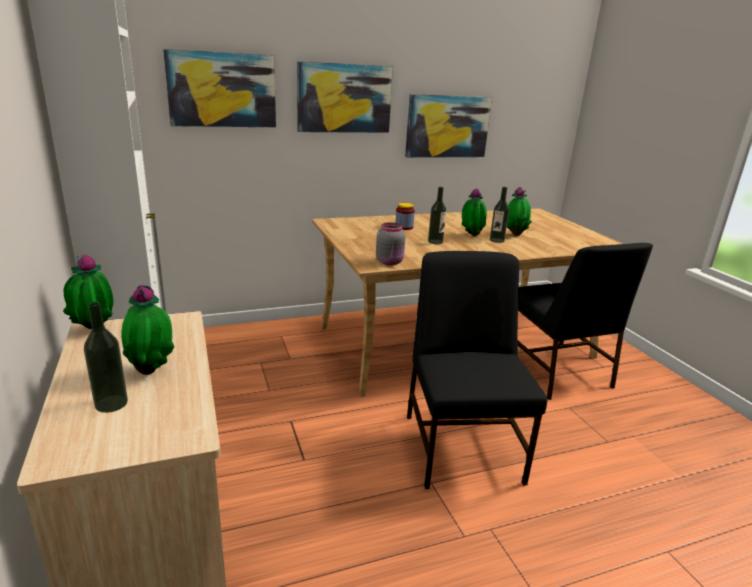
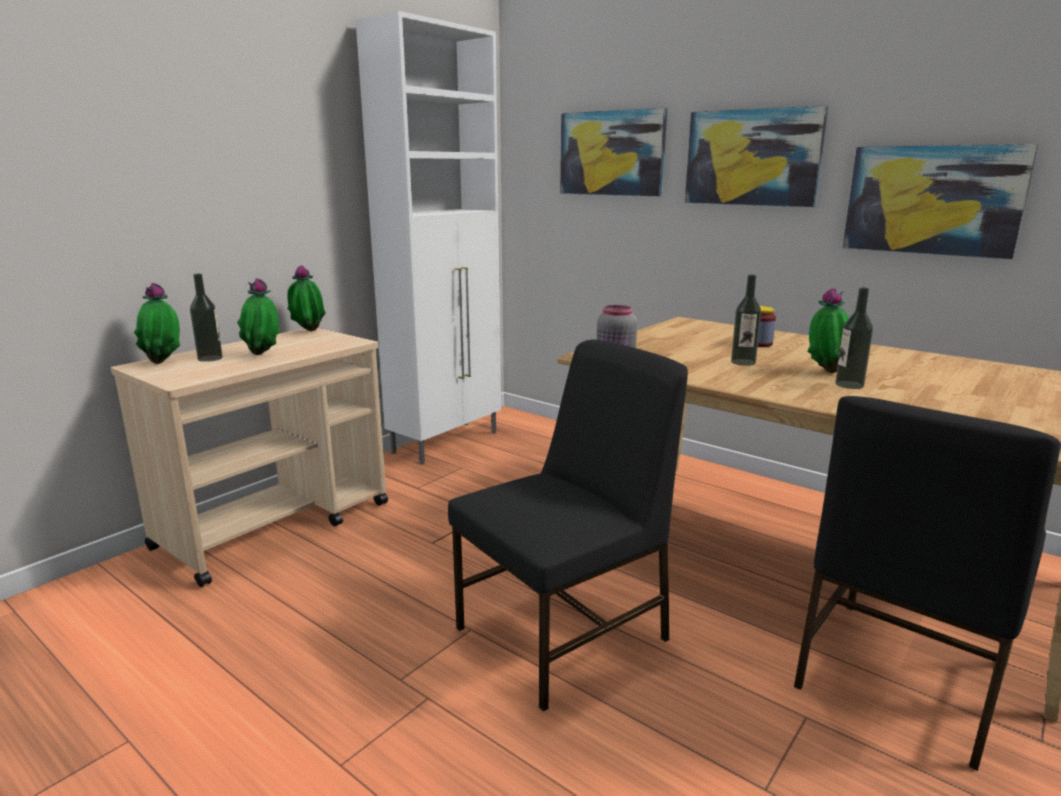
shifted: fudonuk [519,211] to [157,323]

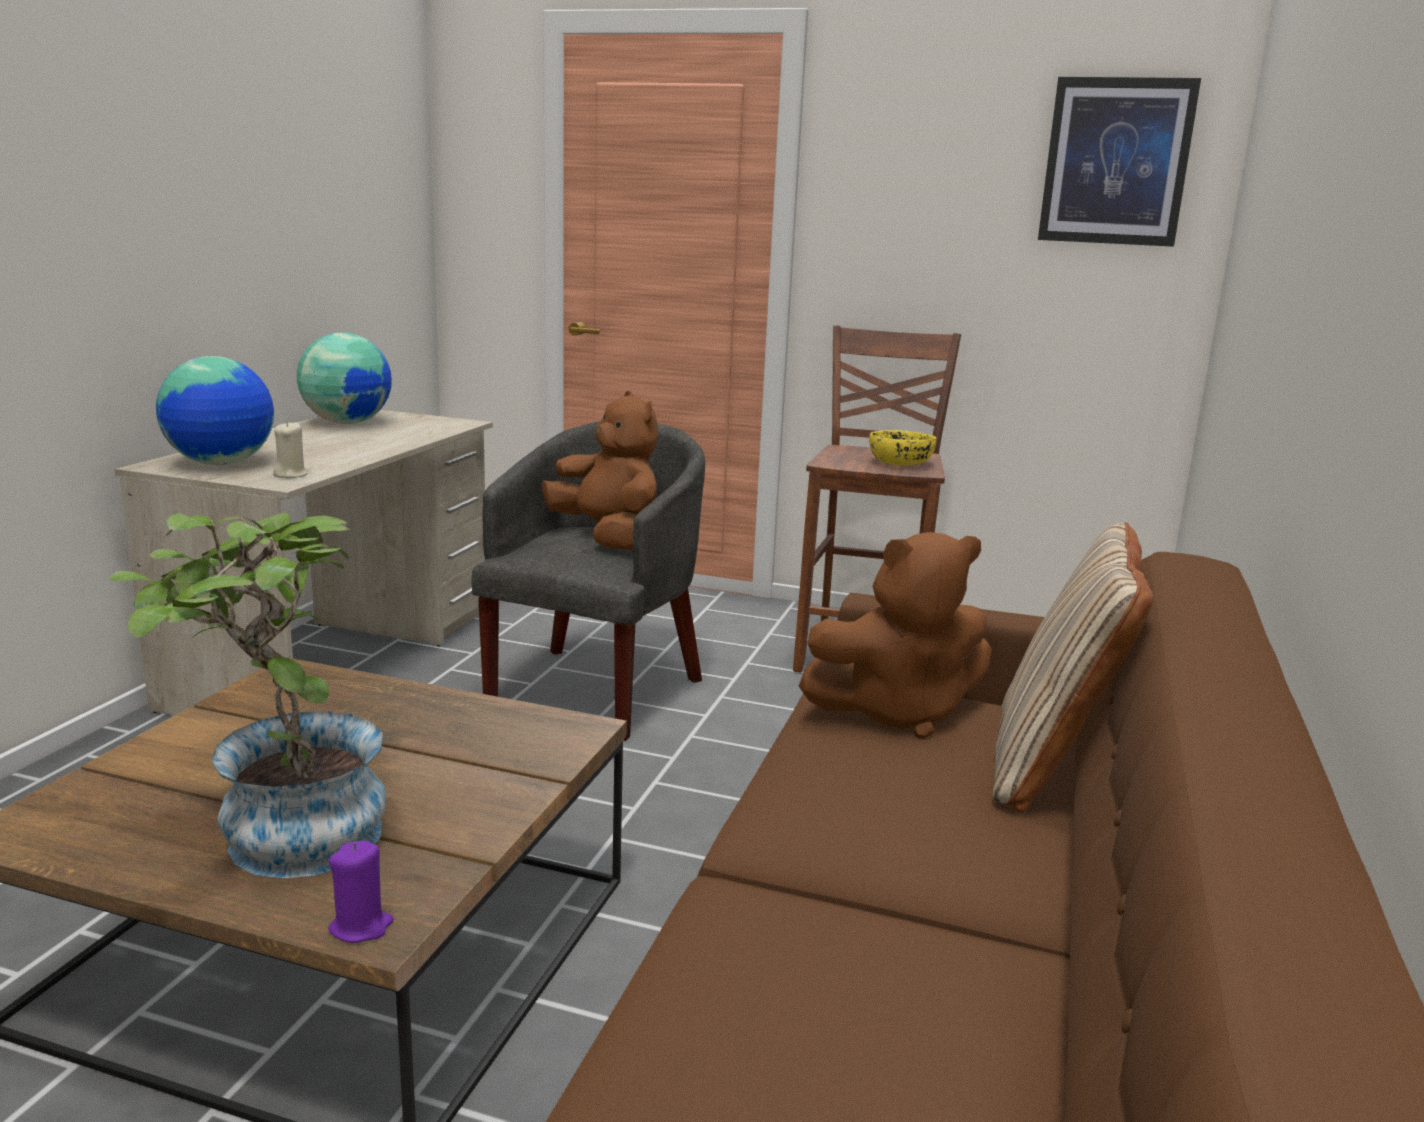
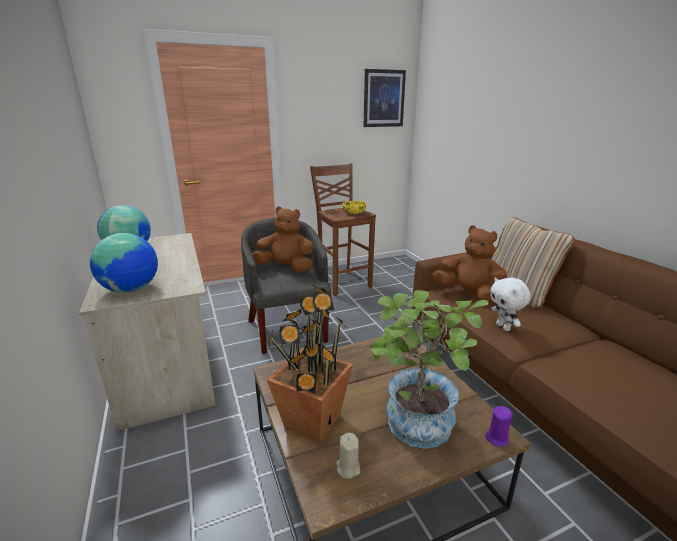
new: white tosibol [510,304]; fudonuk [310,364]
shifted: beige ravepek [290,449] to [348,456]
rotated: brown tosibol [895,635] = [469,264] 90 degrees counterclockwise

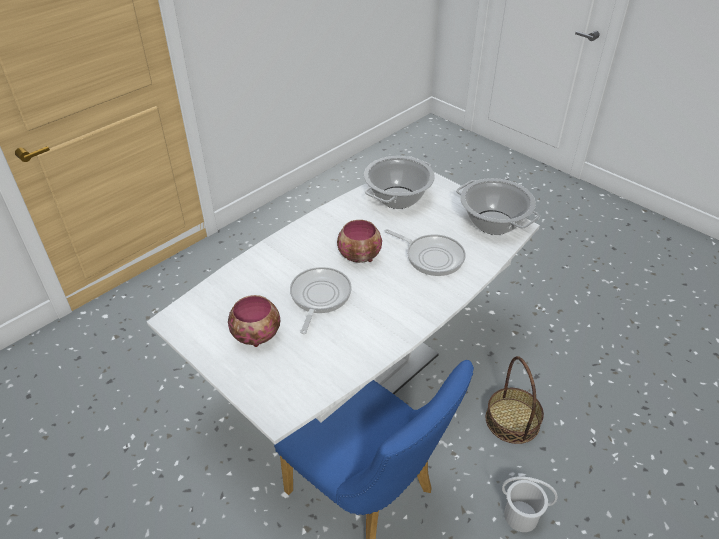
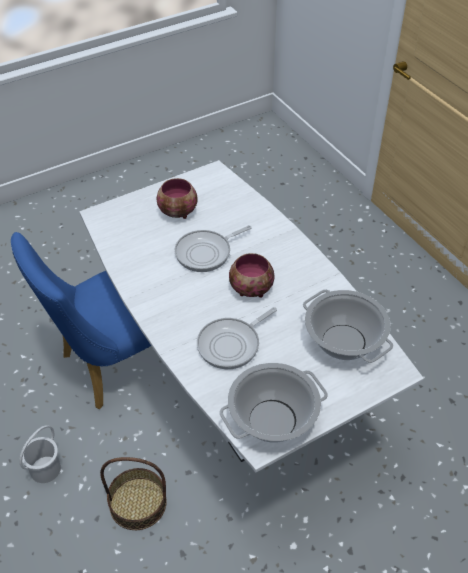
rotated: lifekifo [321,300] = [213,248] 120 degrees clockwise

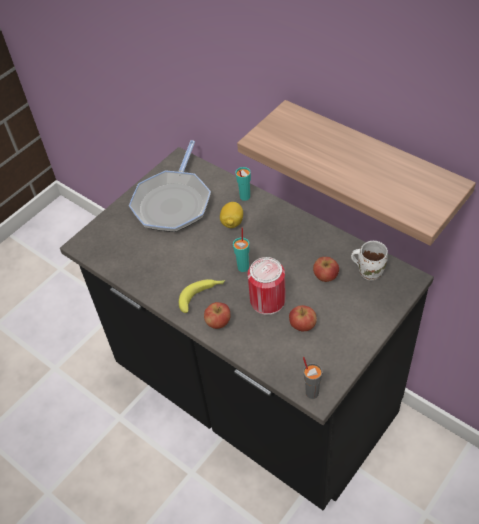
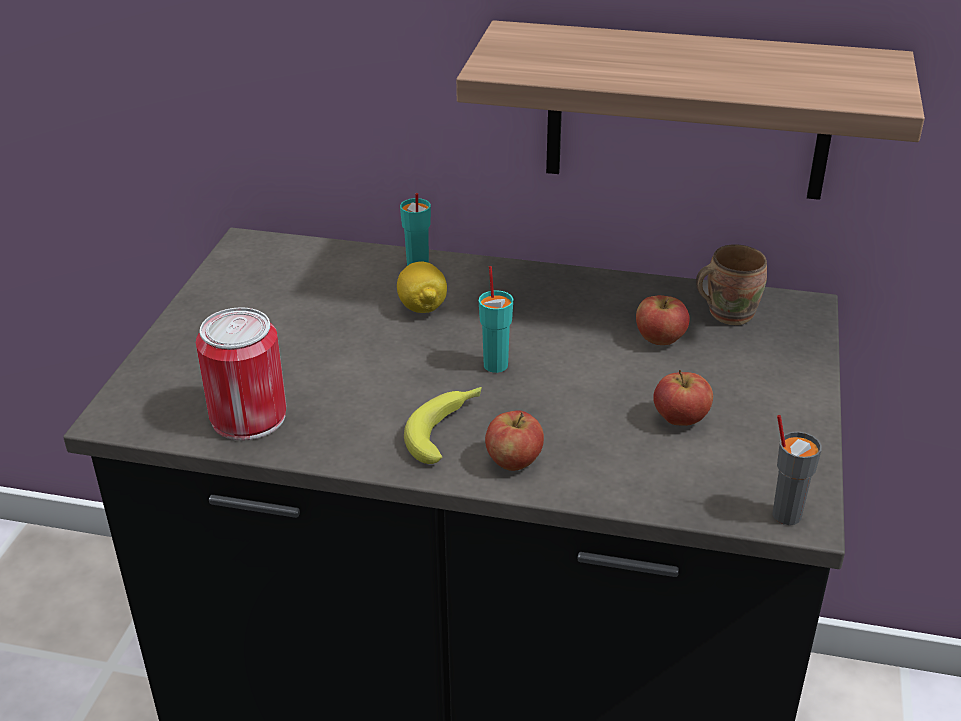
gone: lifekifo [170,186]
shifted: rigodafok [267,286] to [241,374]
repainted: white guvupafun [369,261] to brown guvupafun [731,285]

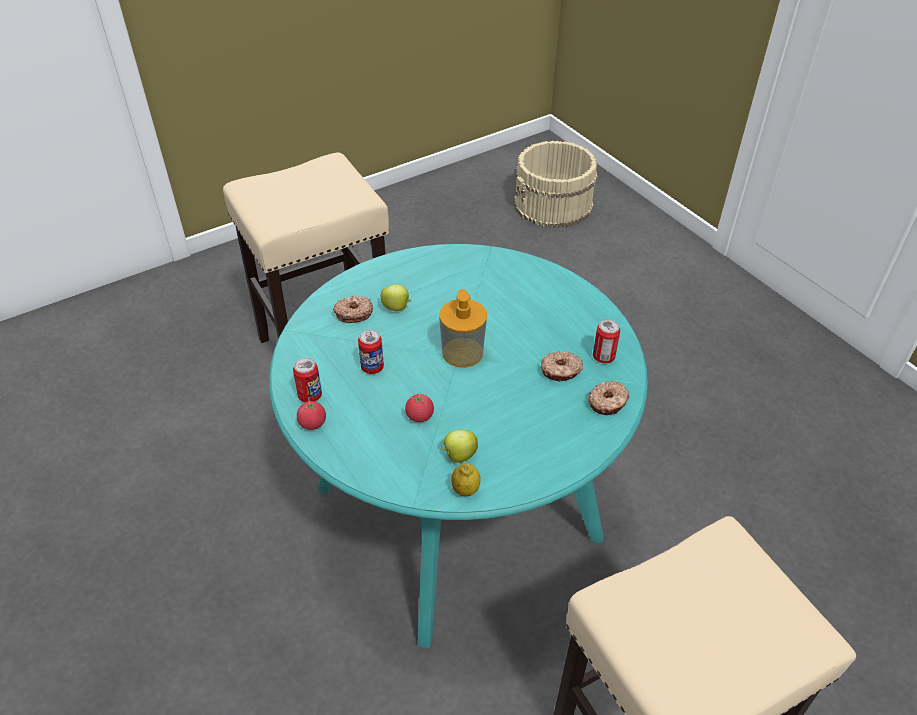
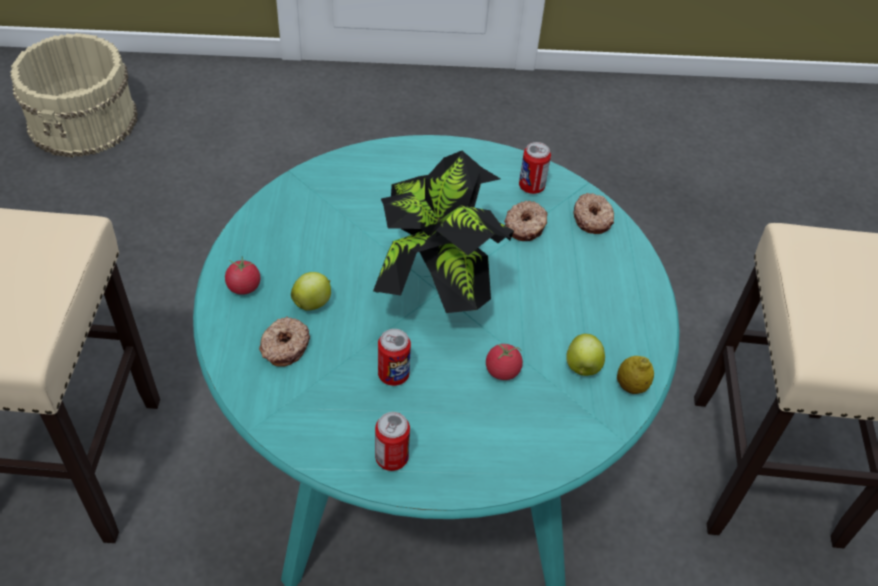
shifted: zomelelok [311,413] to [242,276]
swapped: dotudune [463,328] to fudonuk [443,232]

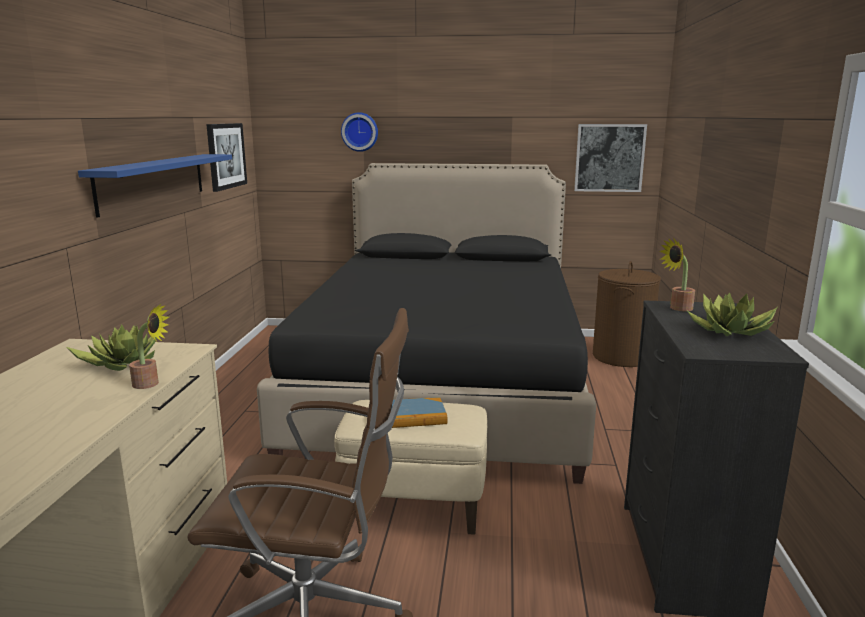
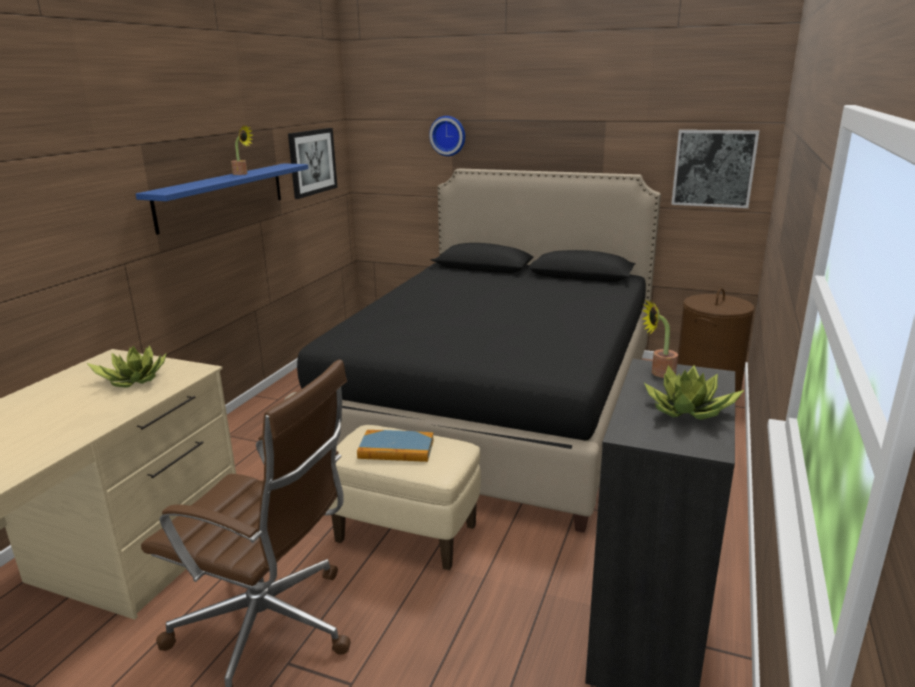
shifted: fudonuk [149,346] to [242,149]

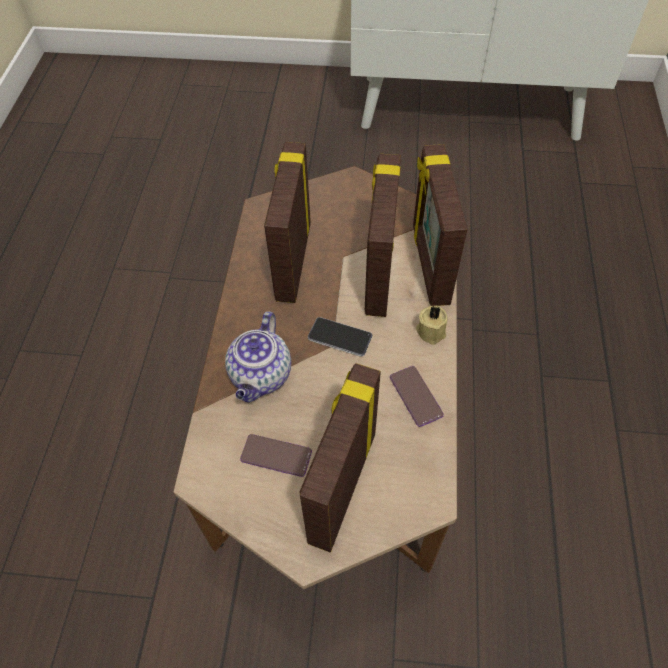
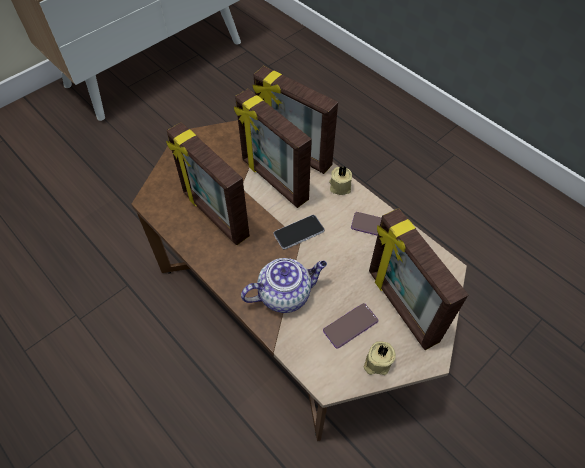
new: beige ravepek [380,358]
rotated: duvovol [258,357] = [284,285] 75 degrees counterclockwise

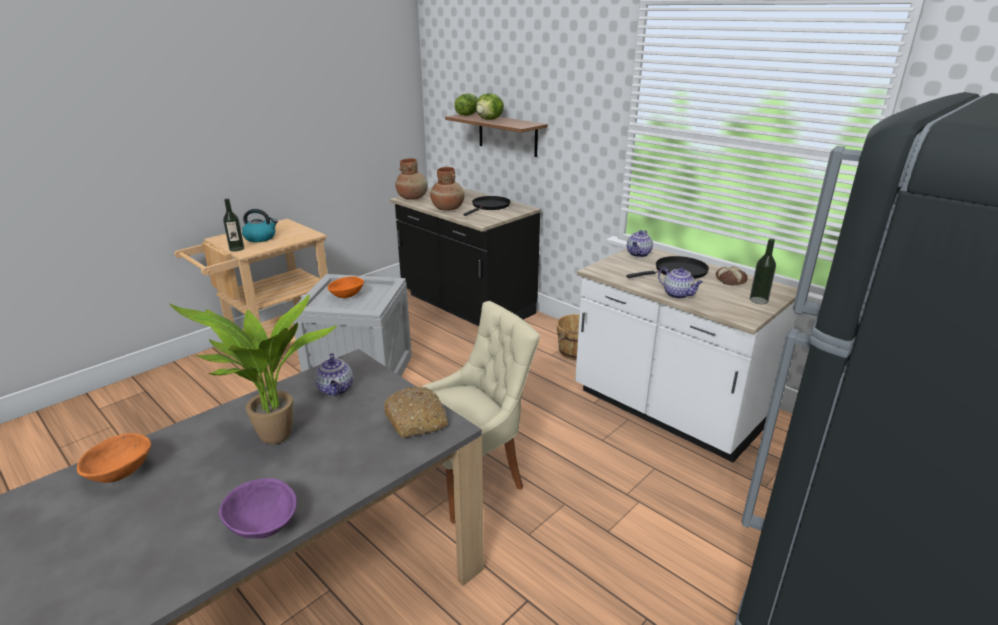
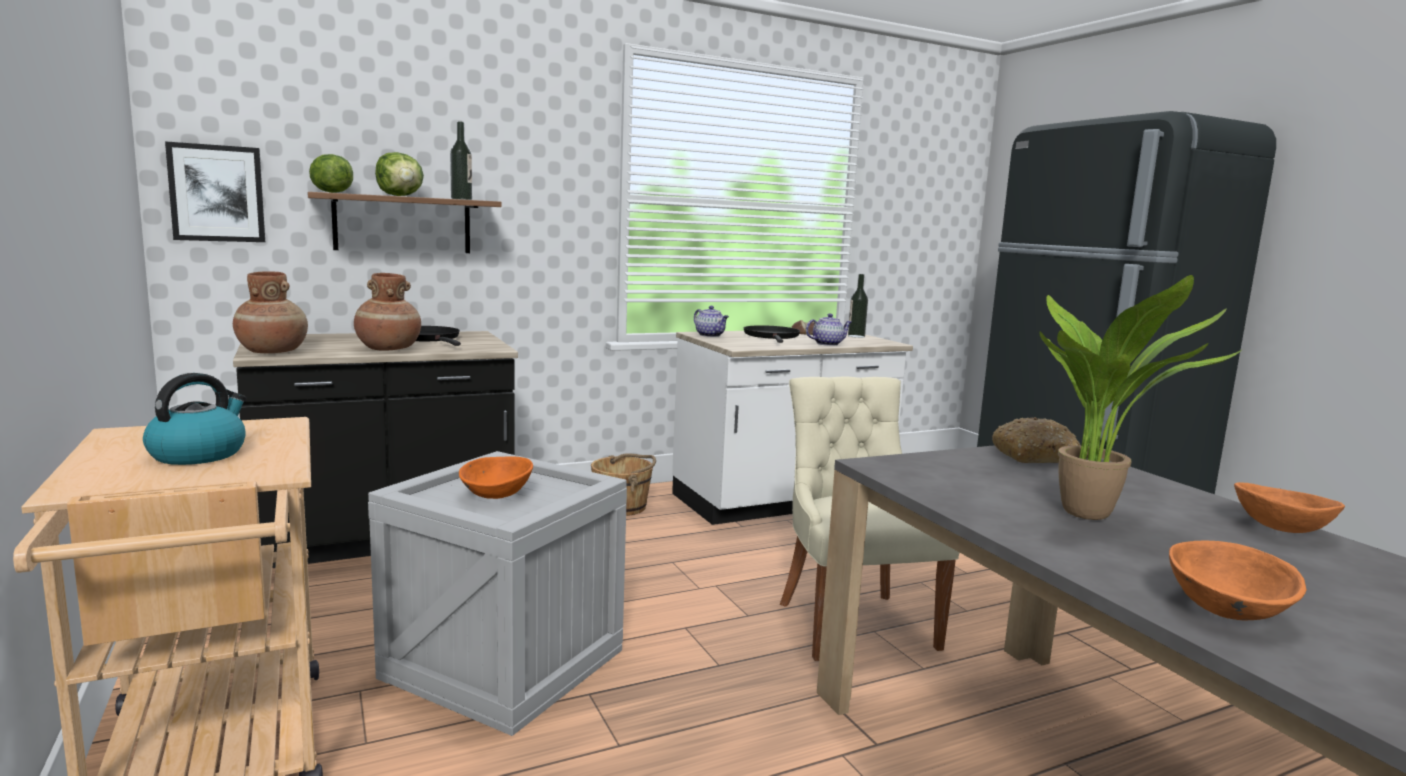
gone: duvovol [334,374]
new: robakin [215,191]
shifted: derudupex [233,225] to [461,160]
repainted: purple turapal [258,508] to orange turapal [1289,507]

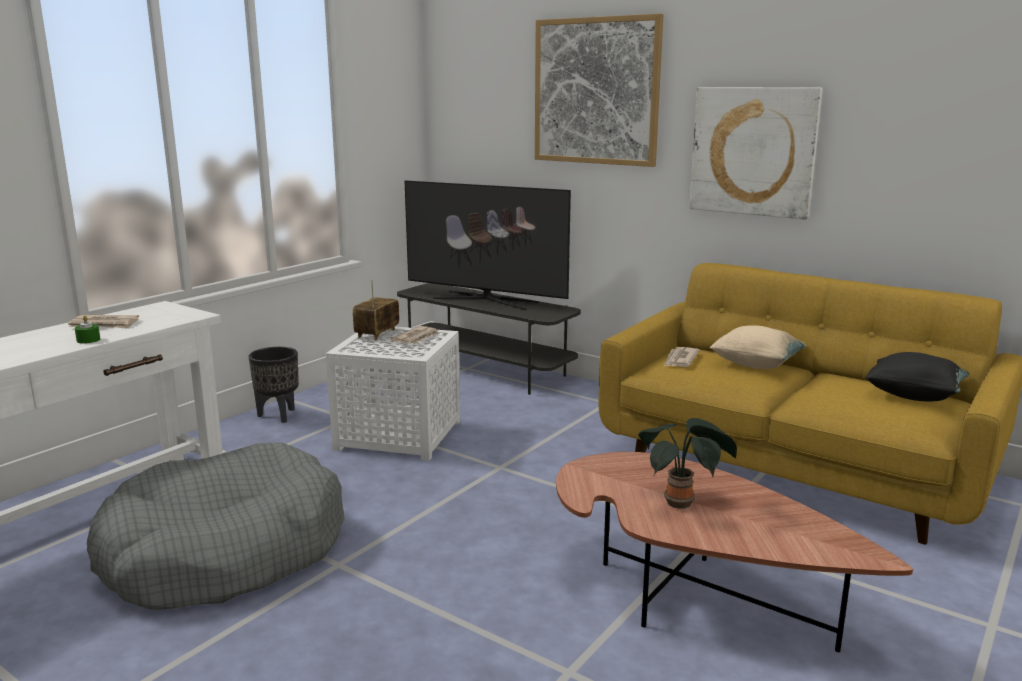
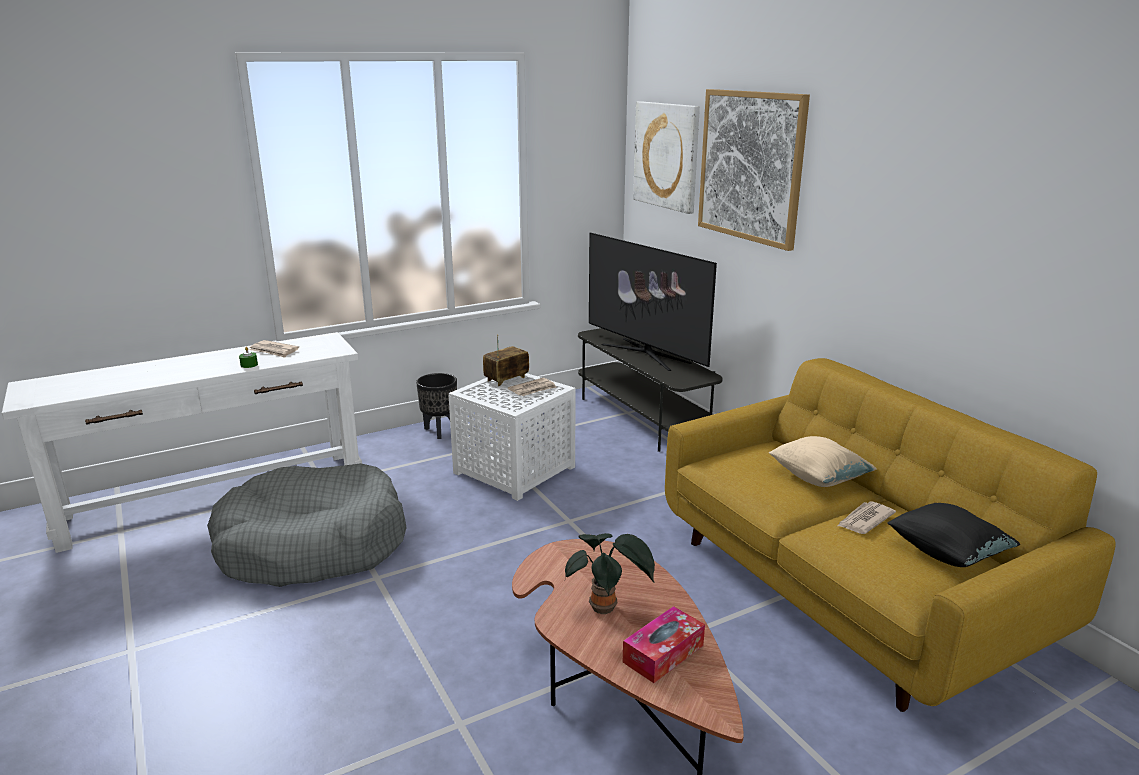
new: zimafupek [664,644]
shifted: robakin [756,153] to [666,157]; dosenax [681,357] to [867,517]

